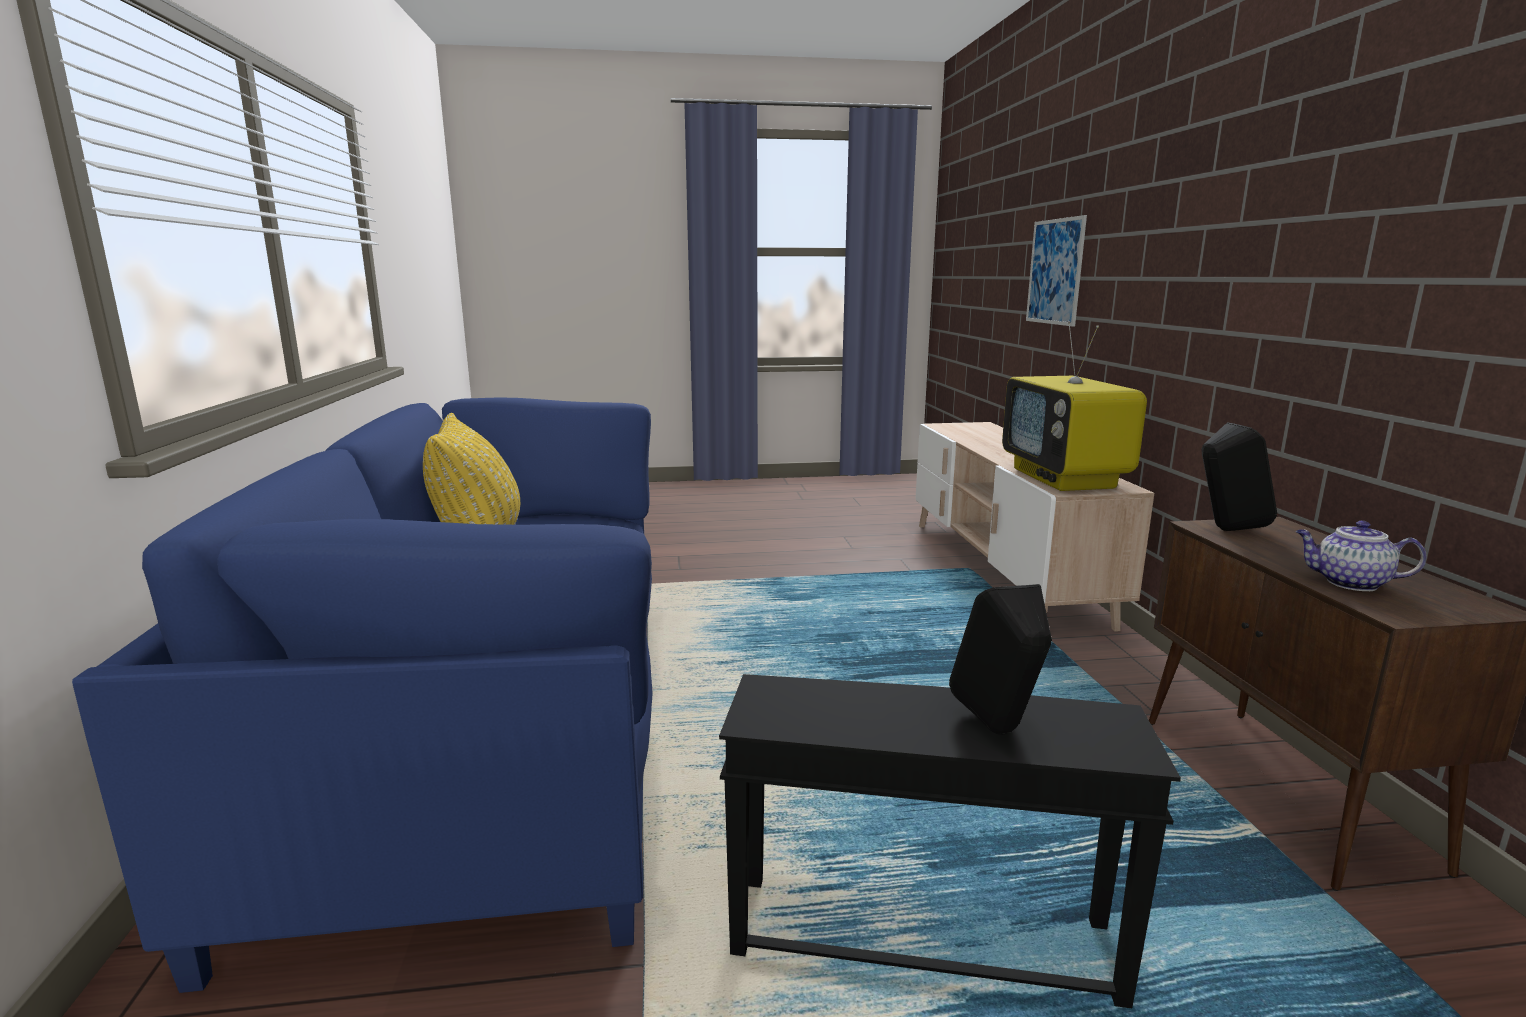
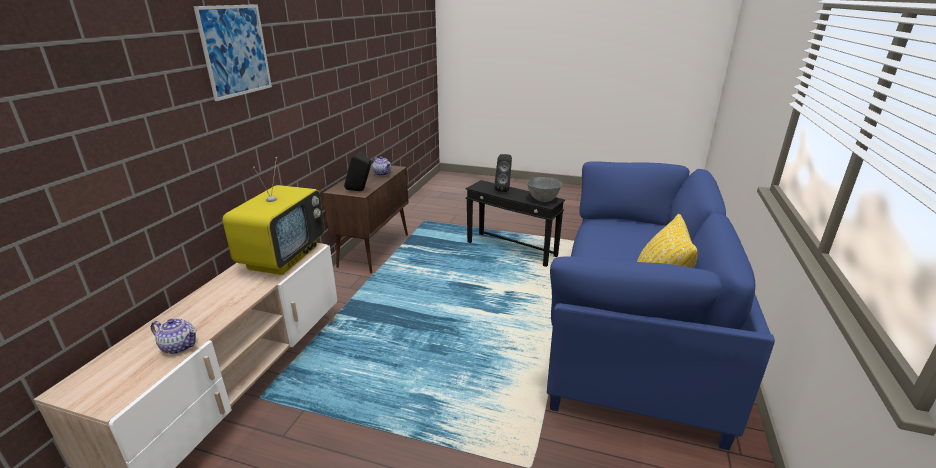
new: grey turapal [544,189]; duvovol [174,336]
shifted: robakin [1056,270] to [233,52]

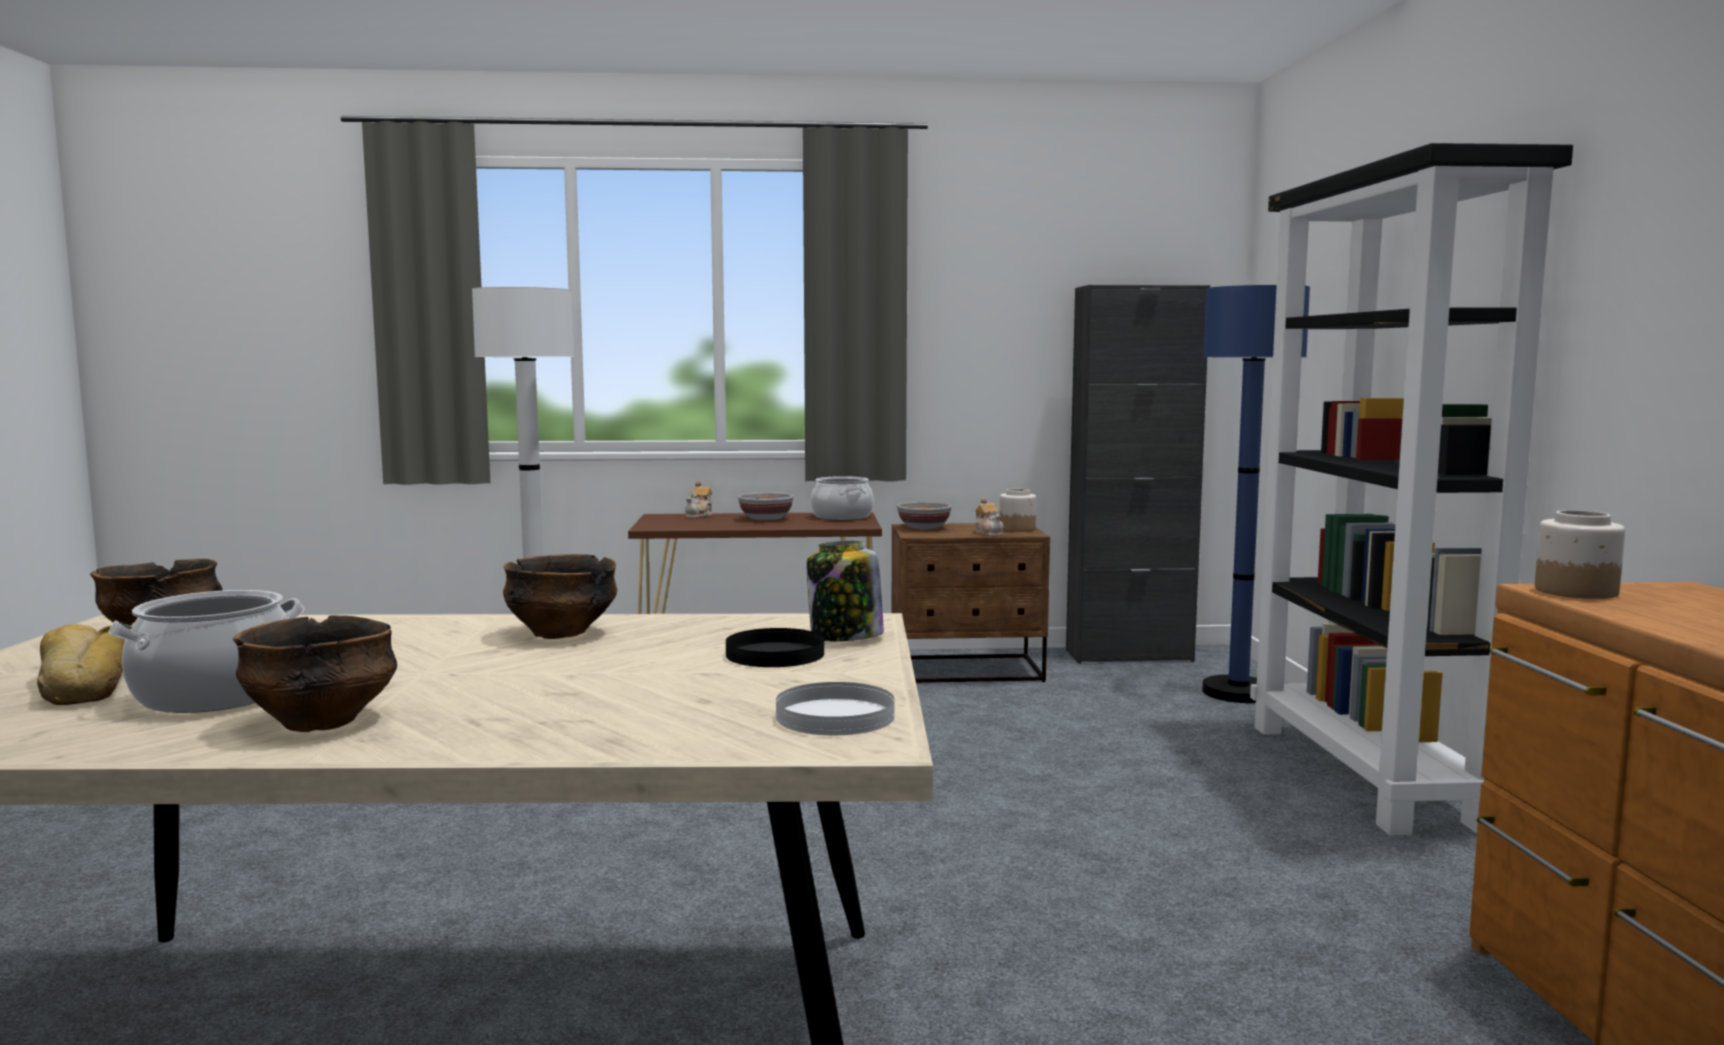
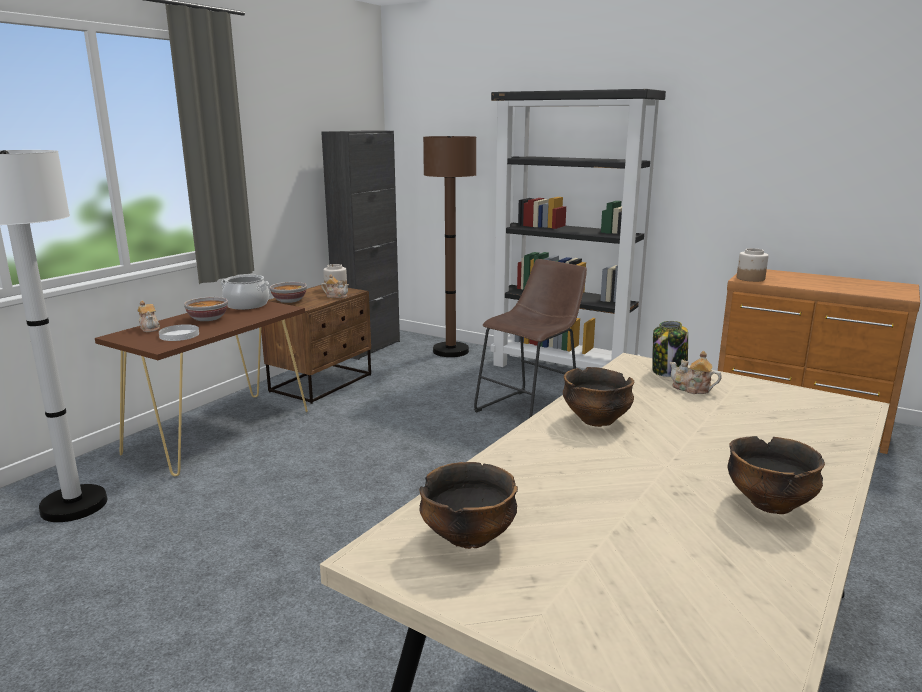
gone: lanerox [206,651]; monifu [81,664]
new: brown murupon [530,338]
shifted: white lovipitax [835,708] to [179,332]
swapped: black lovipitax [775,647] to duvovol [696,372]
repainted: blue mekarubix [1256,494] to brown mekarubix [449,246]

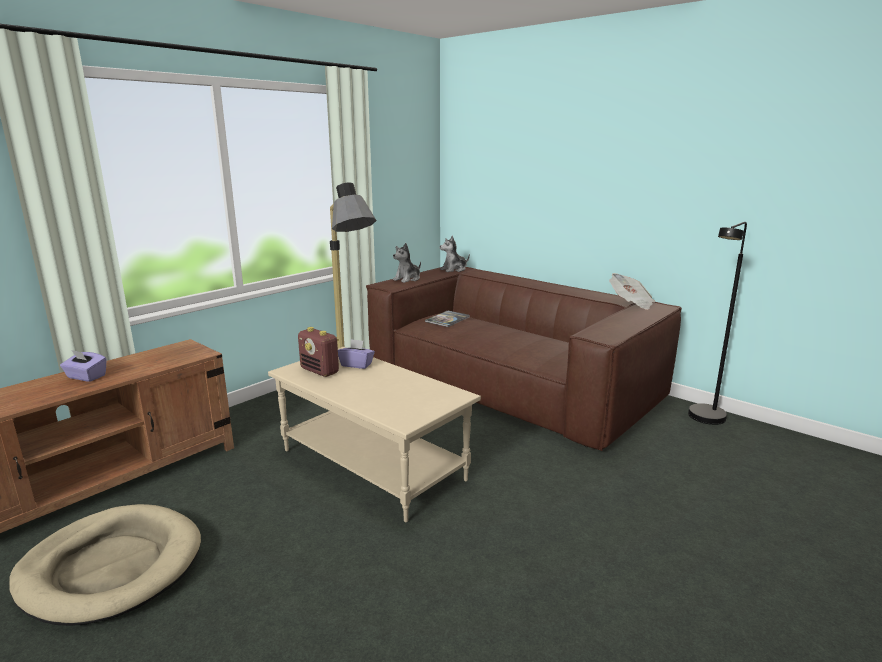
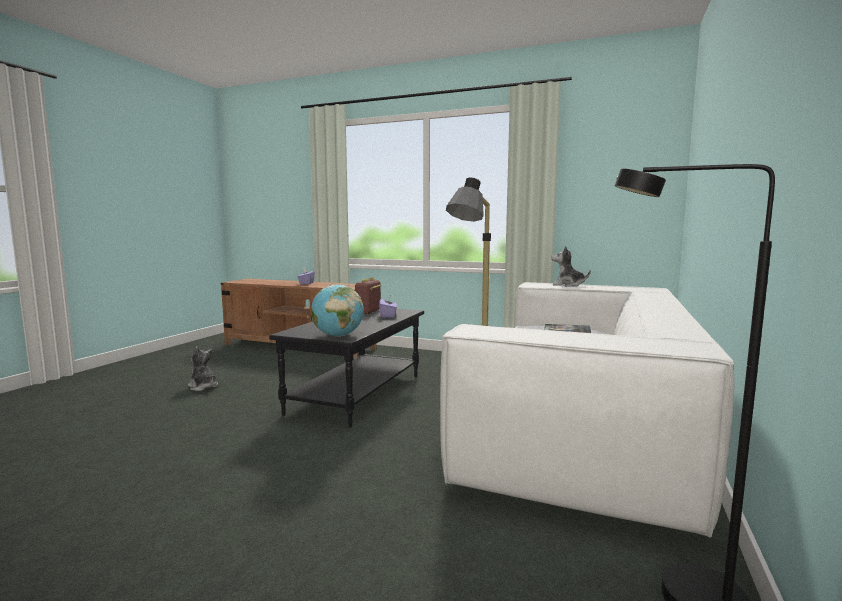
gone: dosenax [632,291]; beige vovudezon [105,565]
new: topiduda [337,311]
shifted: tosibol [455,254] to [203,368]
repainted: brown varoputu [524,359] to white varoputu [587,410]; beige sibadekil [374,434] to black sibadekil [346,368]

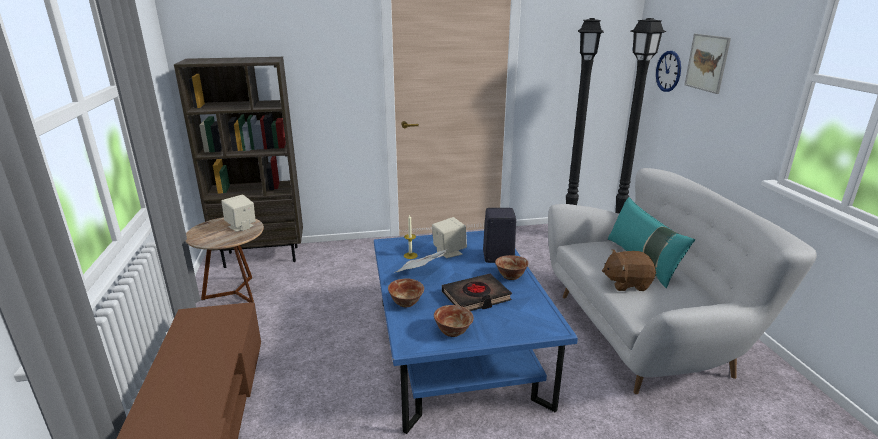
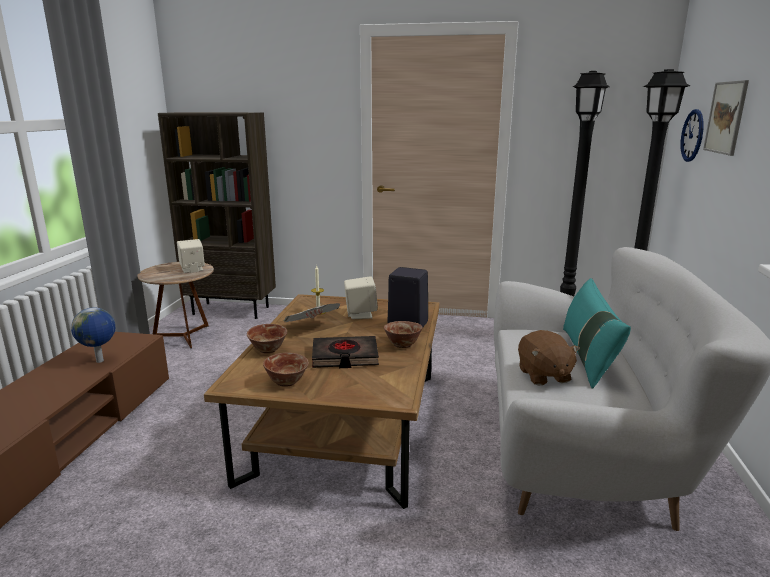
new: topiduda [93,335]
repainted: blue sibadekil [476,332] to brown sibadekil [322,401]
rotated: brown tosibol [629,270] = [549,357] 120 degrees counterclockwise

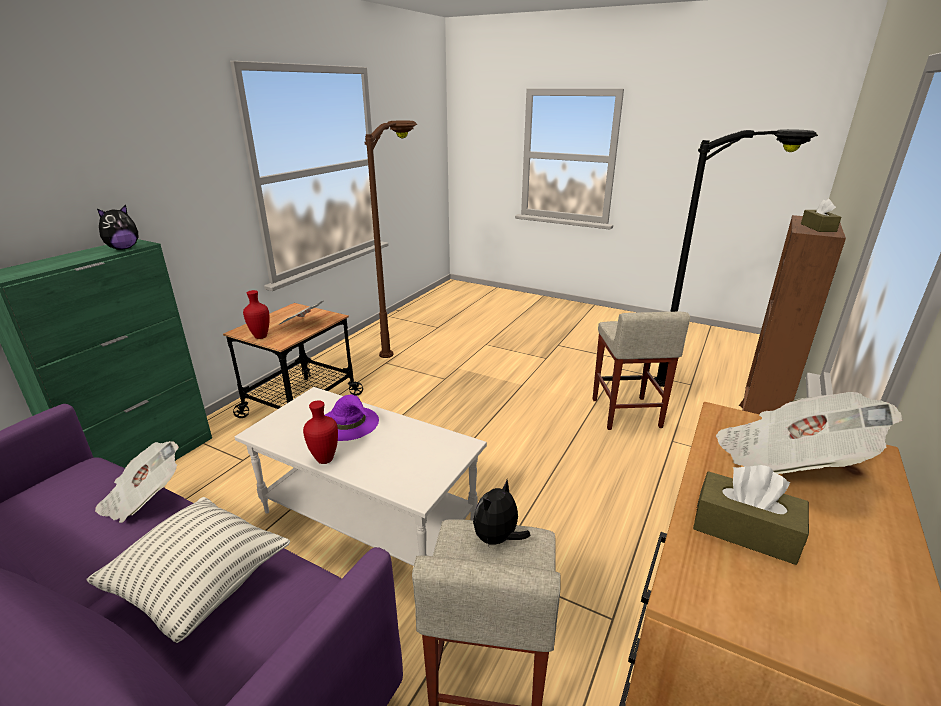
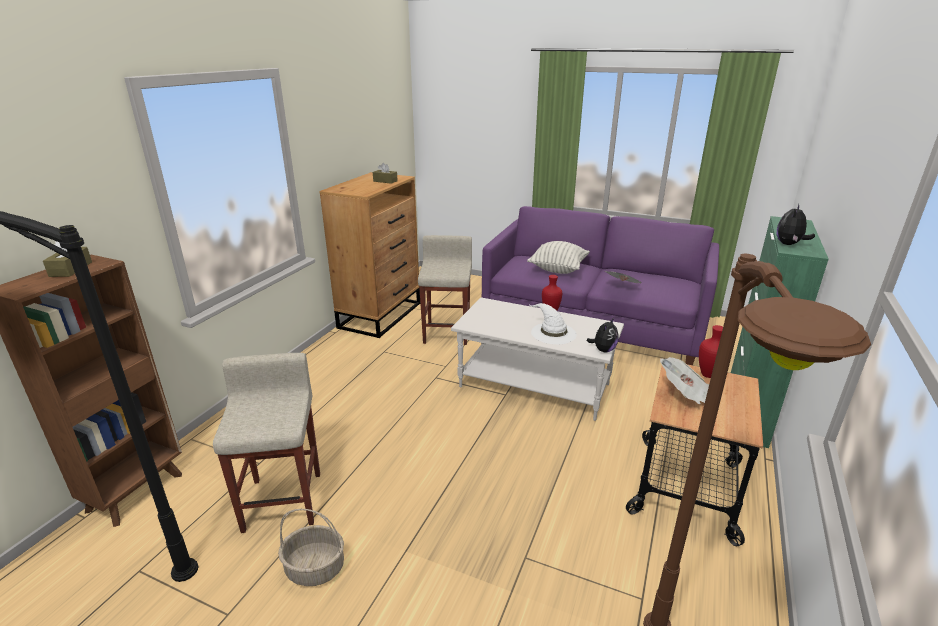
gone: dosenax [809,433]
new: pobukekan [311,547]
shifted: tosibol [501,513] to [603,335]
repainted: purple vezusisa [352,417] to white vezusisa [553,323]

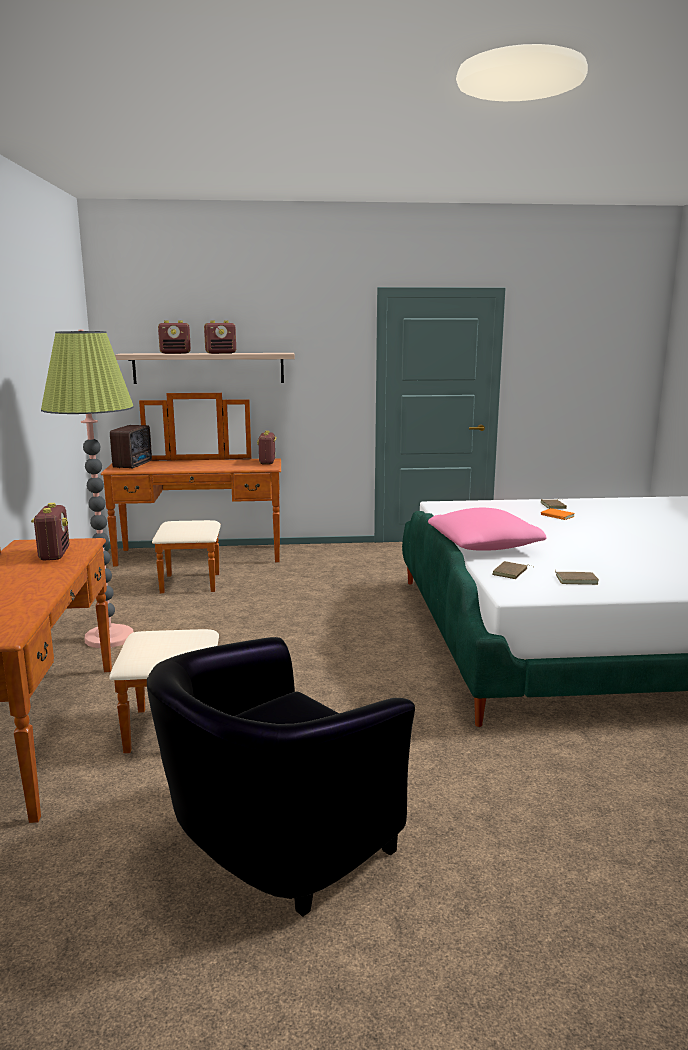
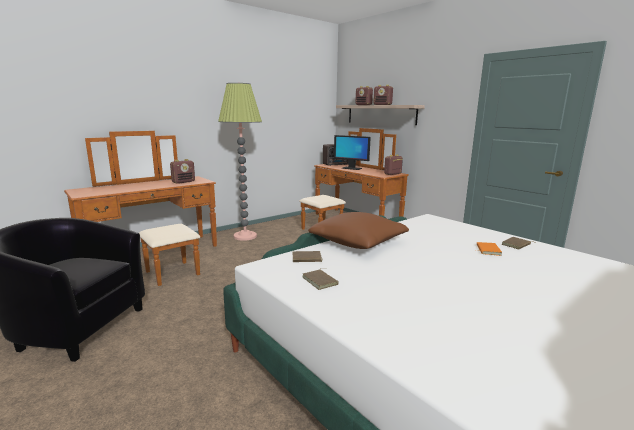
new: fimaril [352,152]
repainted: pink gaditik [487,529] to brown gaditik [358,230]

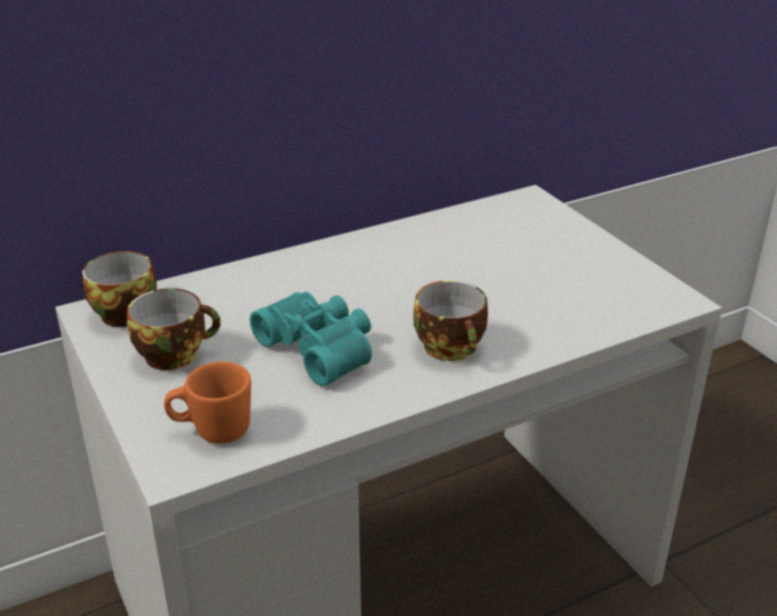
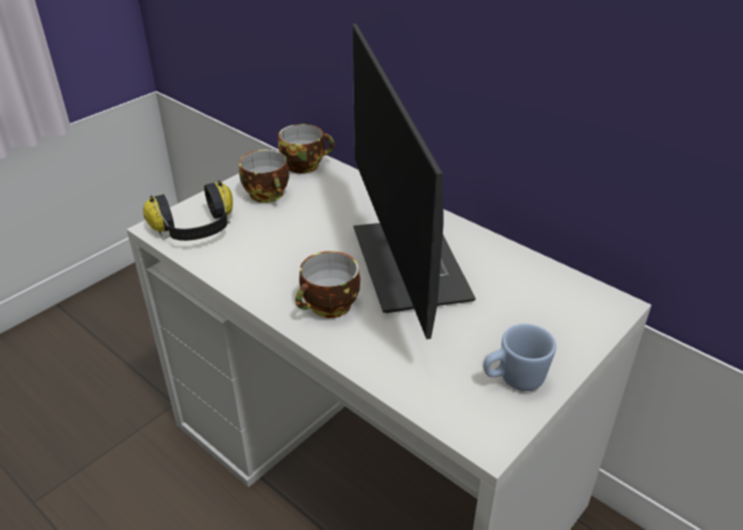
gone: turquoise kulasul [311,339]
new: fimaril [414,182]; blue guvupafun [519,357]
swapped: orange guvupafun [207,402] to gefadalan [188,210]

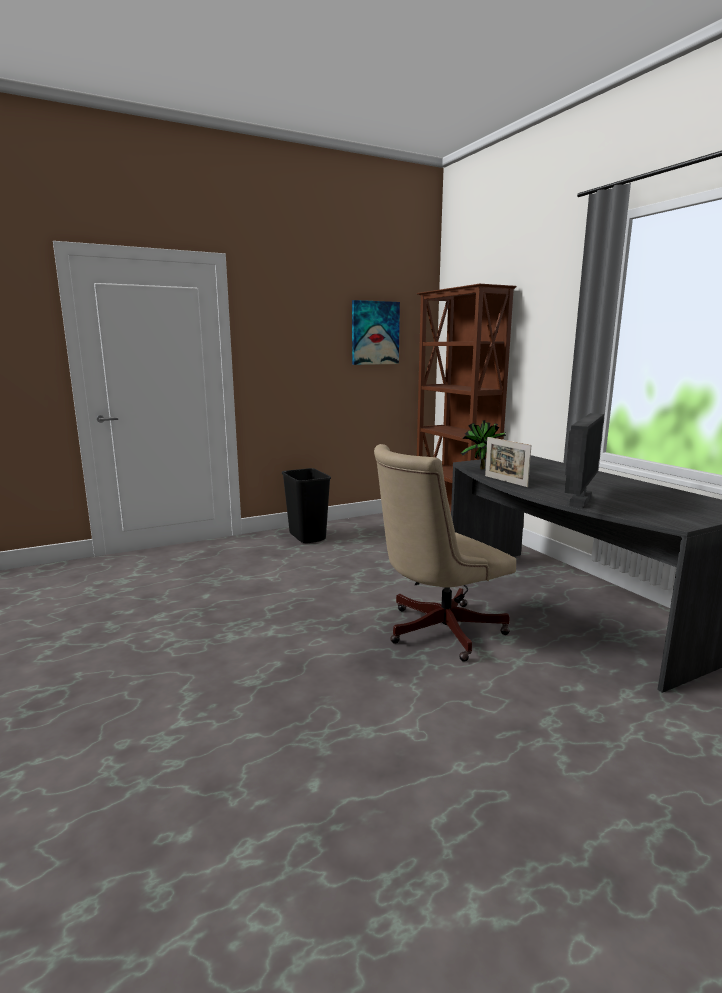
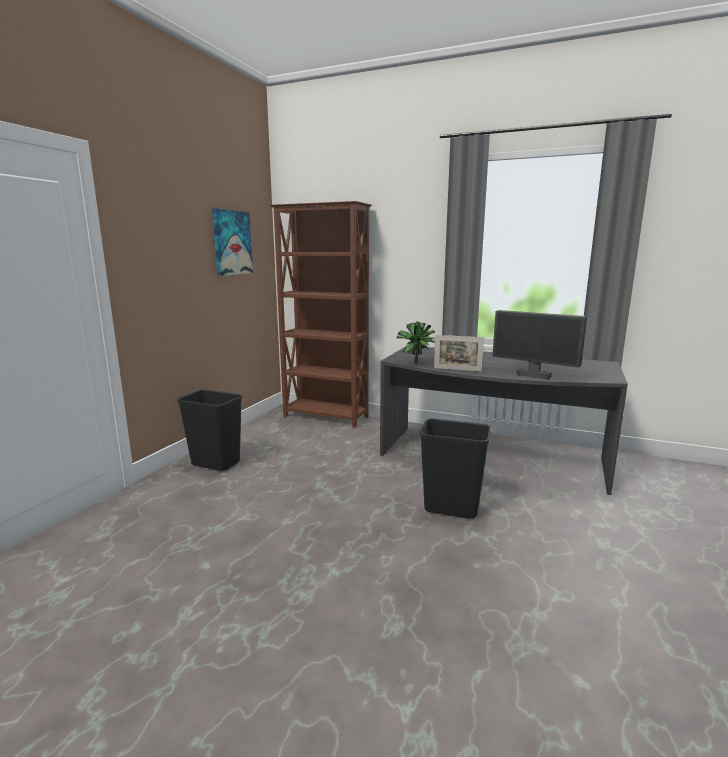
swapped: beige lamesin [445,553] to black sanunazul [455,469]
rotated: fimaril [584,460] = [539,344] 135 degrees clockwise

